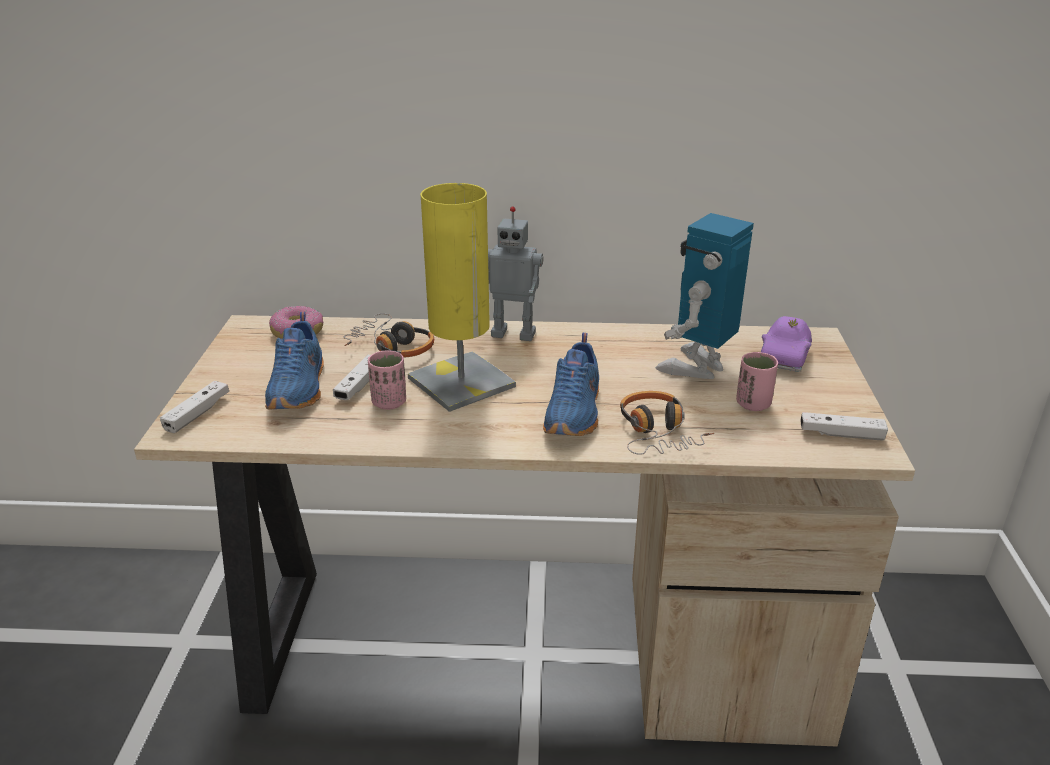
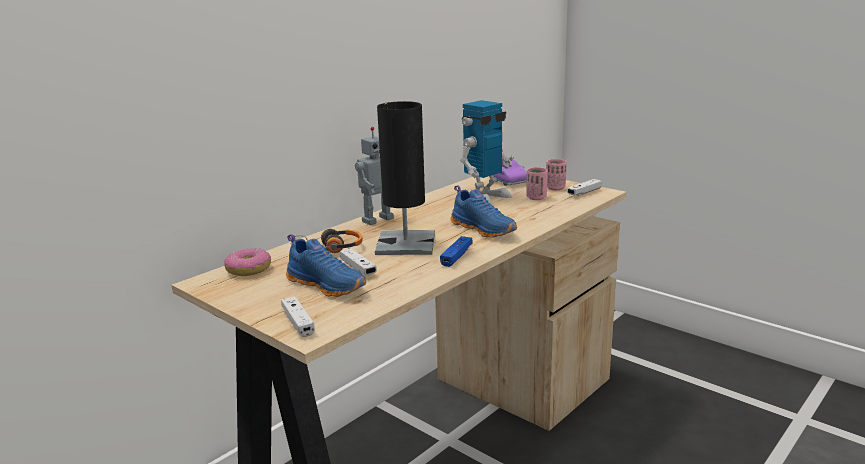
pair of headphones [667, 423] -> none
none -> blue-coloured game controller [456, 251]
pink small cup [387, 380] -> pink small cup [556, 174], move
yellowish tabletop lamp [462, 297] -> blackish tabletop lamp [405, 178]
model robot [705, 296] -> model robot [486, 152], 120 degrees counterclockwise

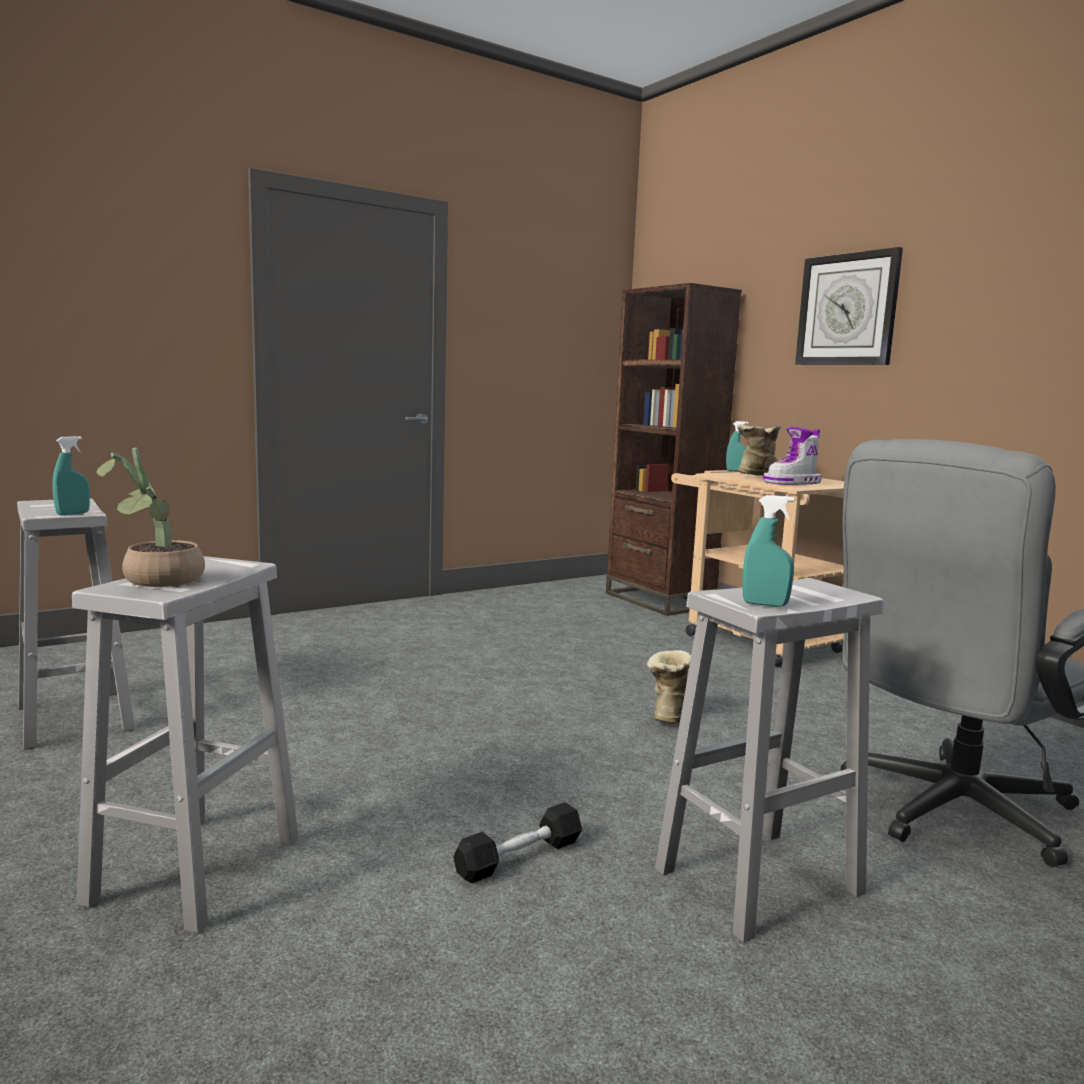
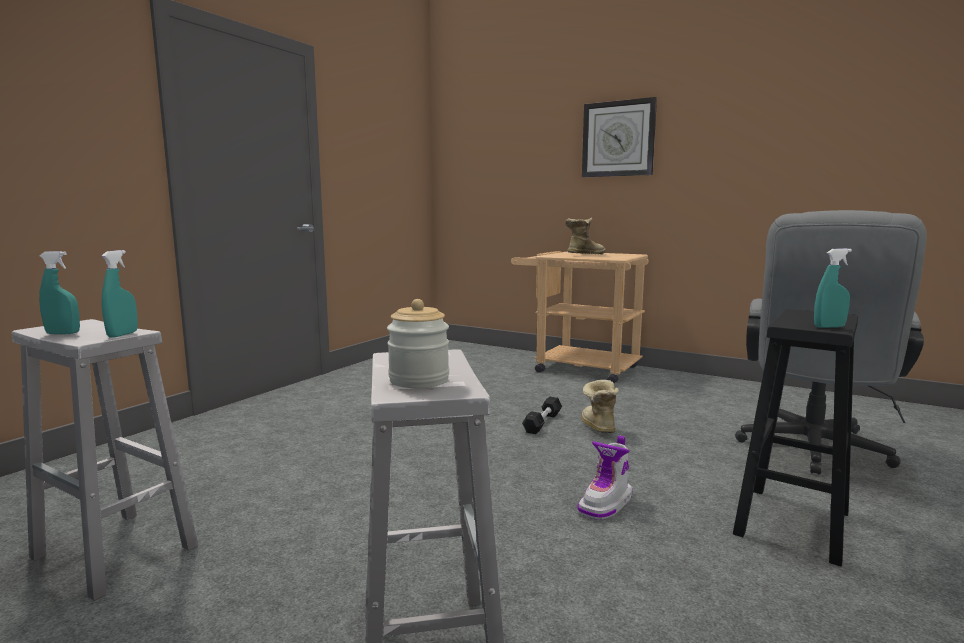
brown-coloured shelving unit [674, 449] -> none
blackish dumbbell [517, 842] -> blackish dumbbell [542, 415], move
turquoise-coloured spray bottle [737, 446] -> turquoise-coloured spray bottle [59, 292], move
high-top boot [792, 456] -> high-top boot [605, 477], move
plant in a pot [150, 517] -> storage jar [418, 343]
white-coloured stool seat [769, 760] -> blackish stool seat [795, 437]

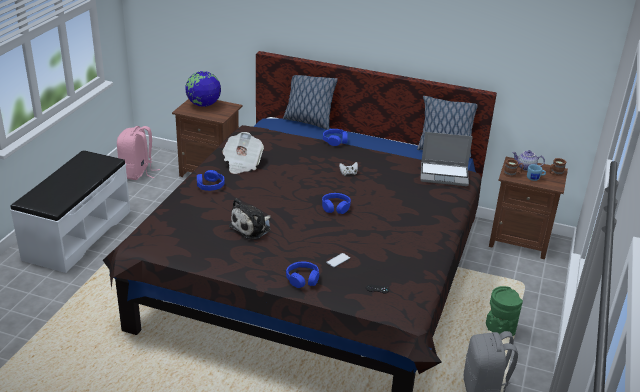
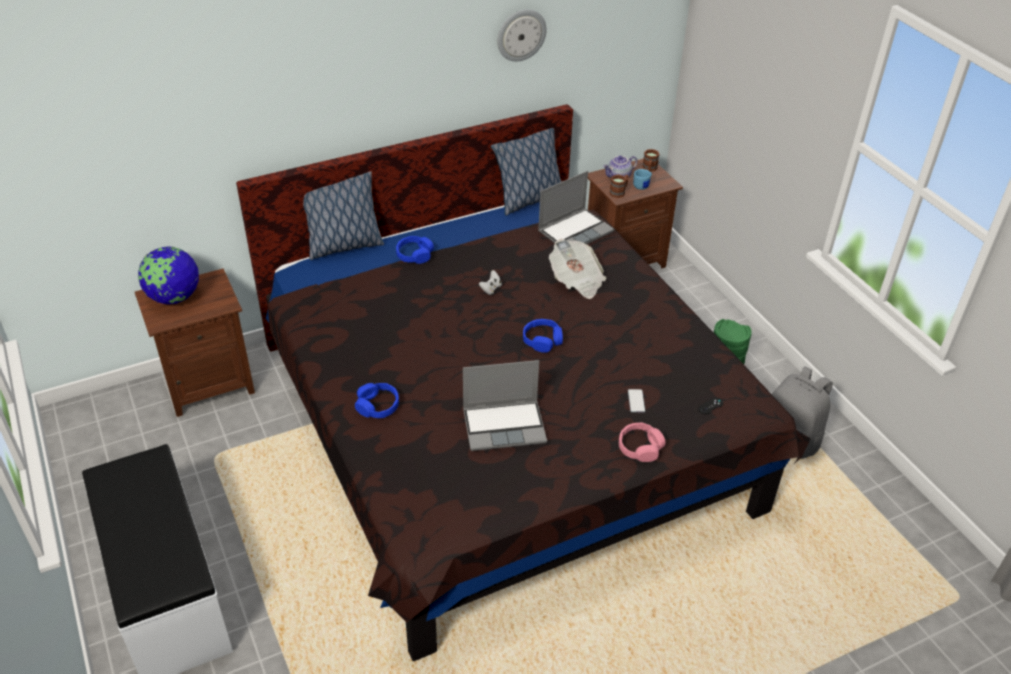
pink rucksack [138, 153] -> none
none -> hanging clock [522, 35]
daily paper [243, 153] -> daily paper [578, 269], move
soft toy [250, 218] -> portable computer [505, 405]
blue-coloured pair of headphones [302, 275] -> pink pair of headphones [642, 442]

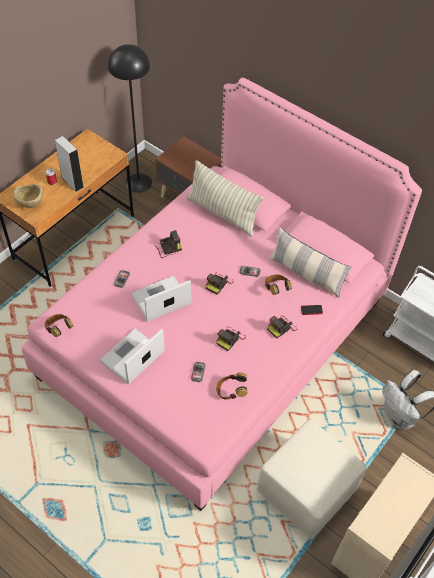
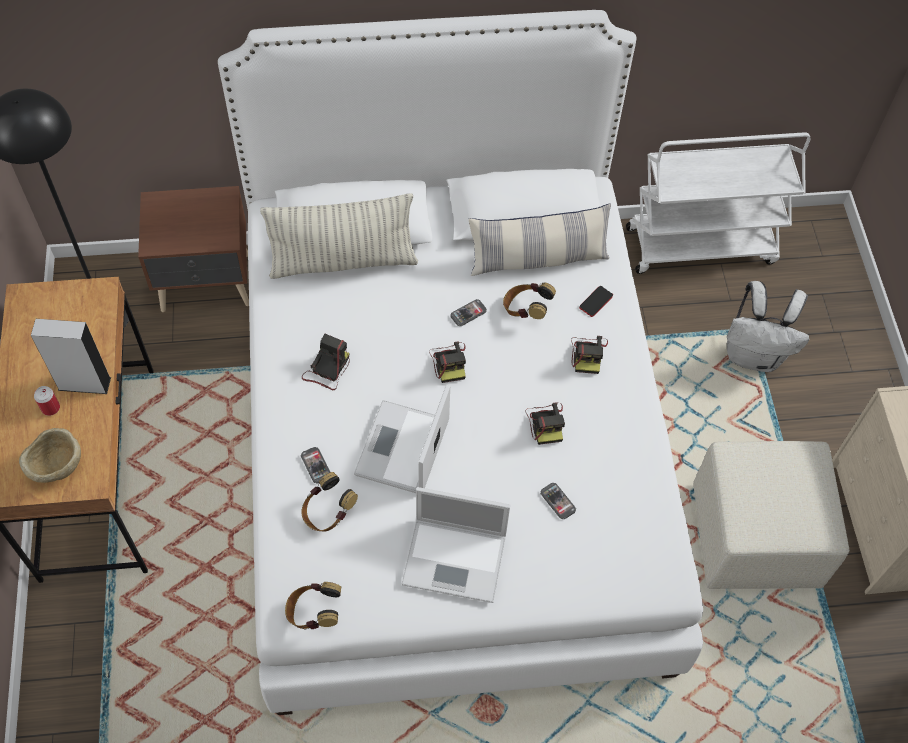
pair of headphones [231, 385] -> pair of headphones [329, 502], move
pink sleeping bed [222, 294] -> white-coloured sleeping bed [460, 362]
portable computer [132, 356] -> portable computer [456, 545], 75 degrees counterclockwise

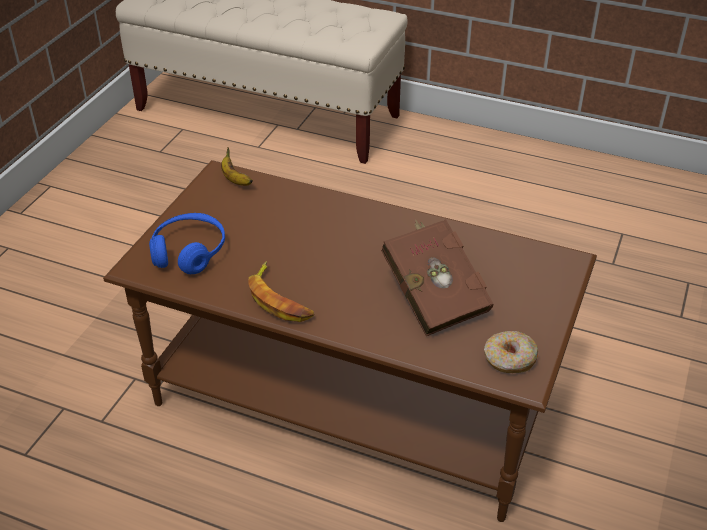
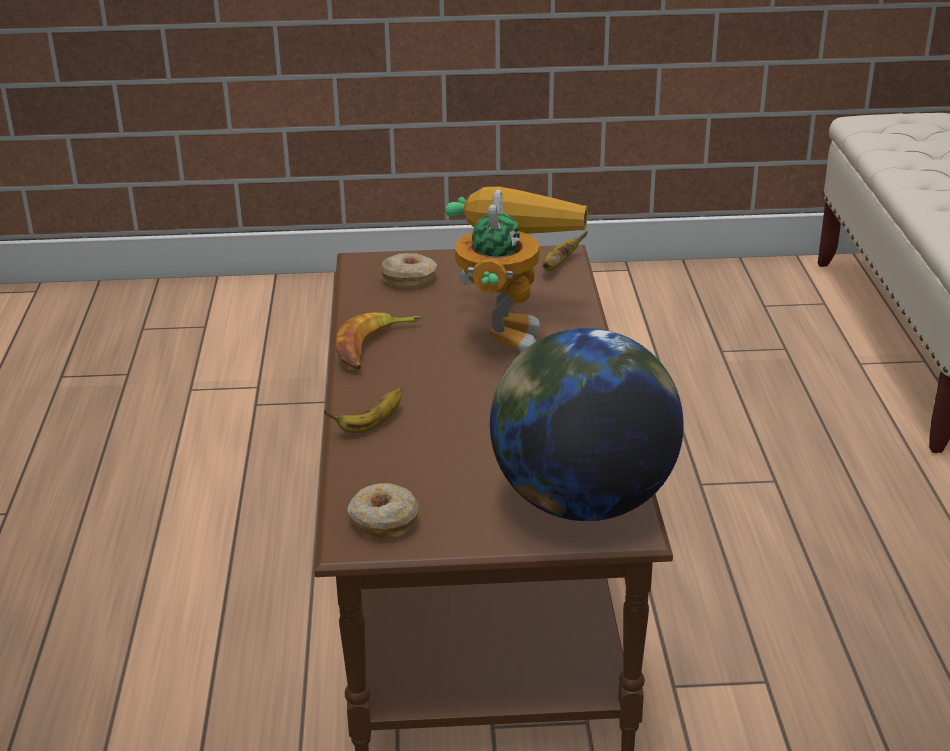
brown-coloured bound book [437, 277] -> none
none -> whole banana [363, 410]
none -> model robot [516, 270]
none -> world globe [587, 424]
blue-coloured pair of headphones [187, 243] -> doughnut [409, 270]

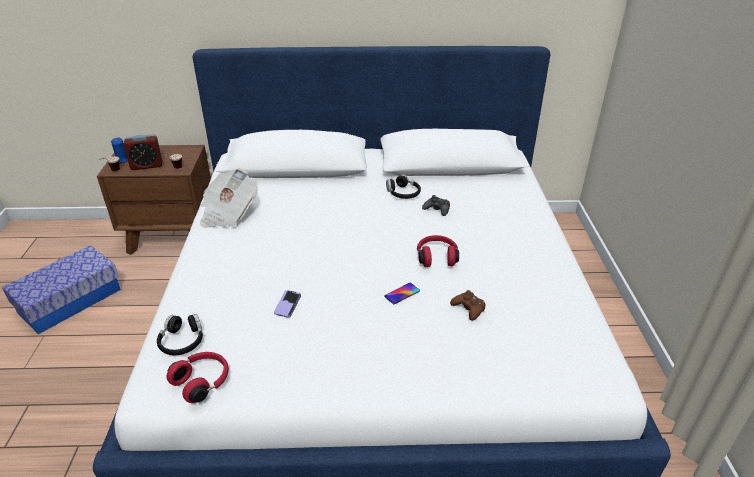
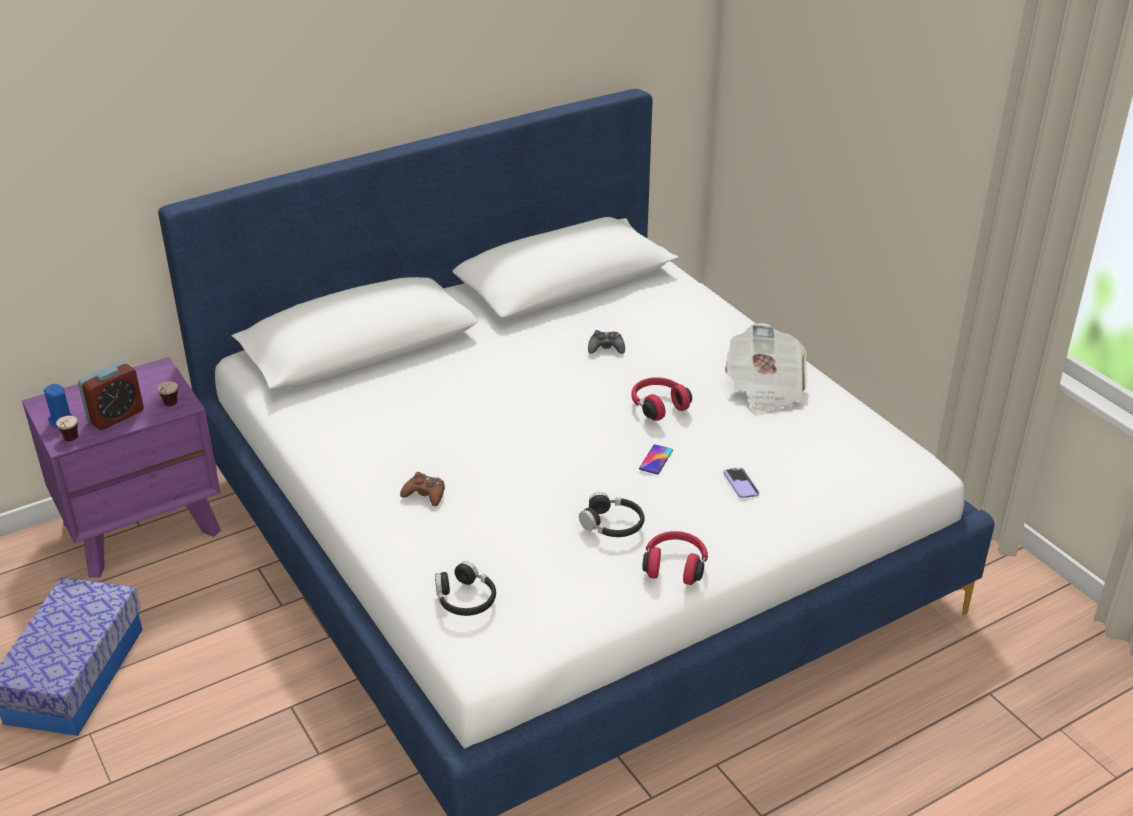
red pair of headphones [198, 377] -> red pair of headphones [675, 558], move
daily paper [229, 198] -> daily paper [766, 369], move
phone [287, 304] -> phone [741, 483], move
blackish pair of headphones [403, 186] -> blackish pair of headphones [611, 514], move
brown-coloured game controller [467, 305] -> brown-coloured game controller [422, 489], move
brown-coloured night table [154, 200] -> purple night table [121, 467]

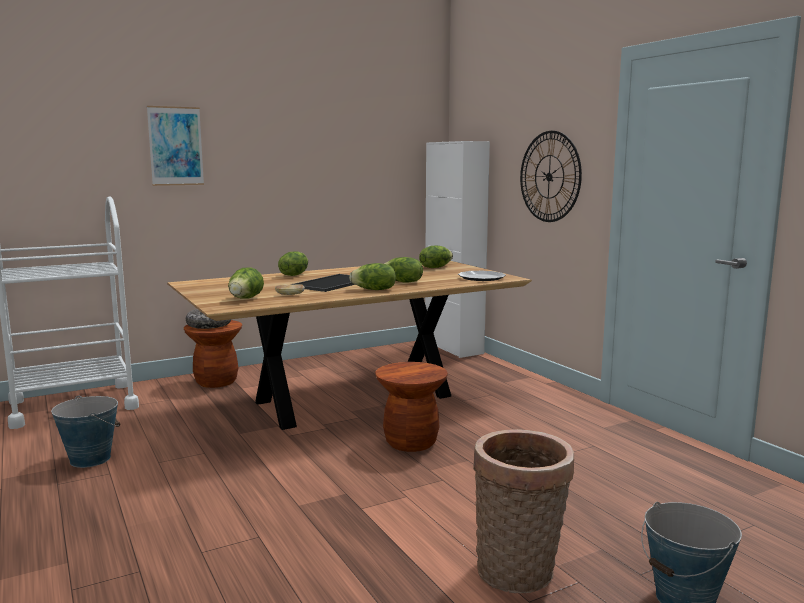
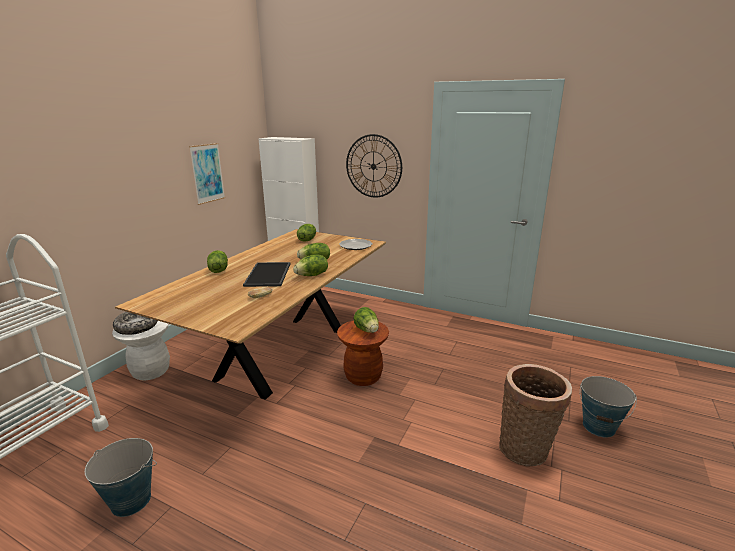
wall art [175, 146] -> wall art [207, 174], move
lettuce head [246, 283] -> lettuce head [366, 320], move
brown-coloured stool seat [213, 354] -> white-coloured stool seat [141, 350]

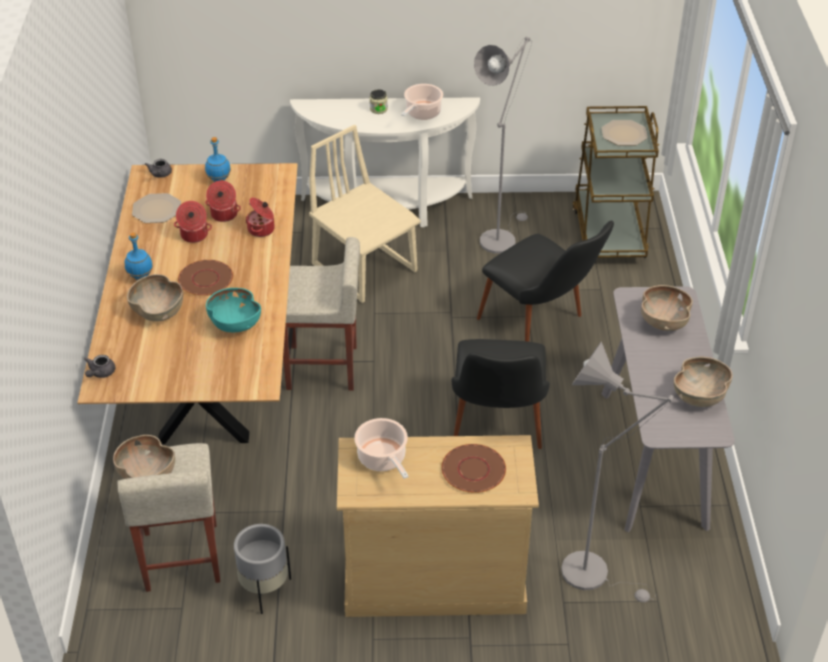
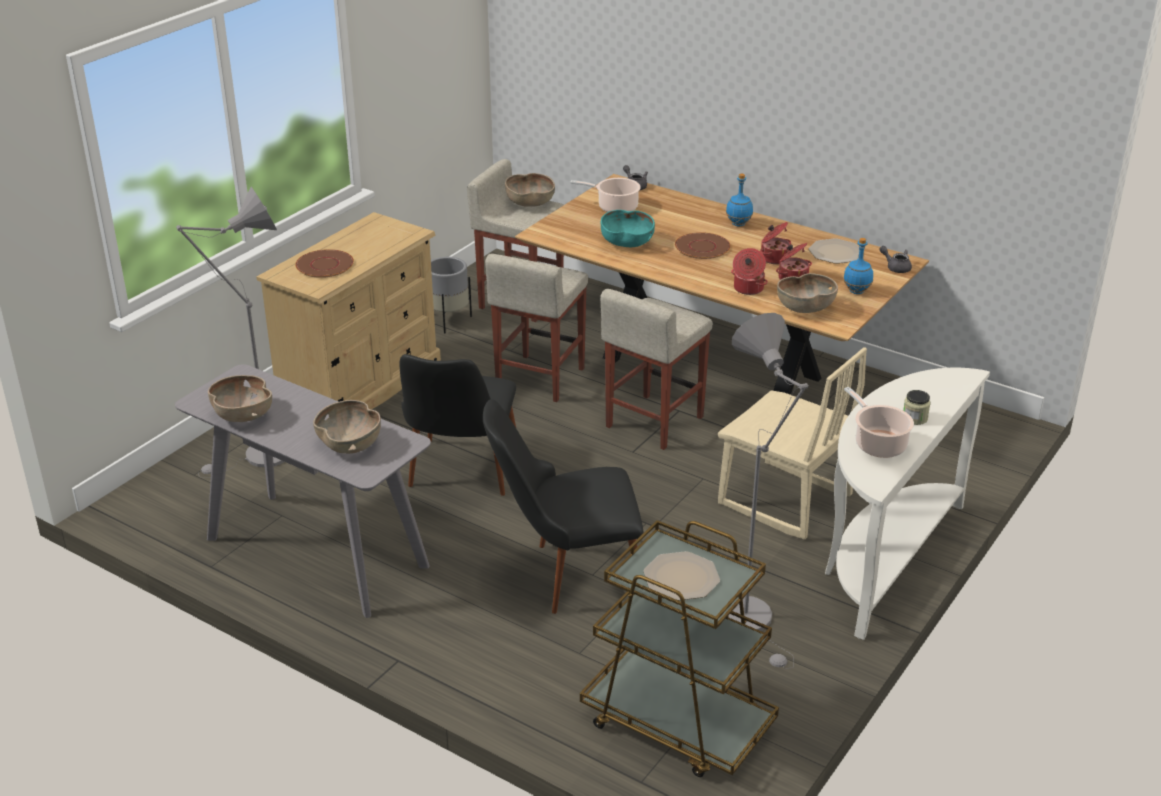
none -> sand-coloured stool seat [536, 328]
brown-coloured serving bowl [155, 298] -> brown-coloured serving bowl [807, 293], move
saucepot [381, 448] -> saucepot [605, 195], move
sand-coloured chair [365, 214] -> sand-coloured chair [792, 443], 45 degrees clockwise
blackish chair [501, 394] -> blackish chair [457, 425], 120 degrees counterclockwise

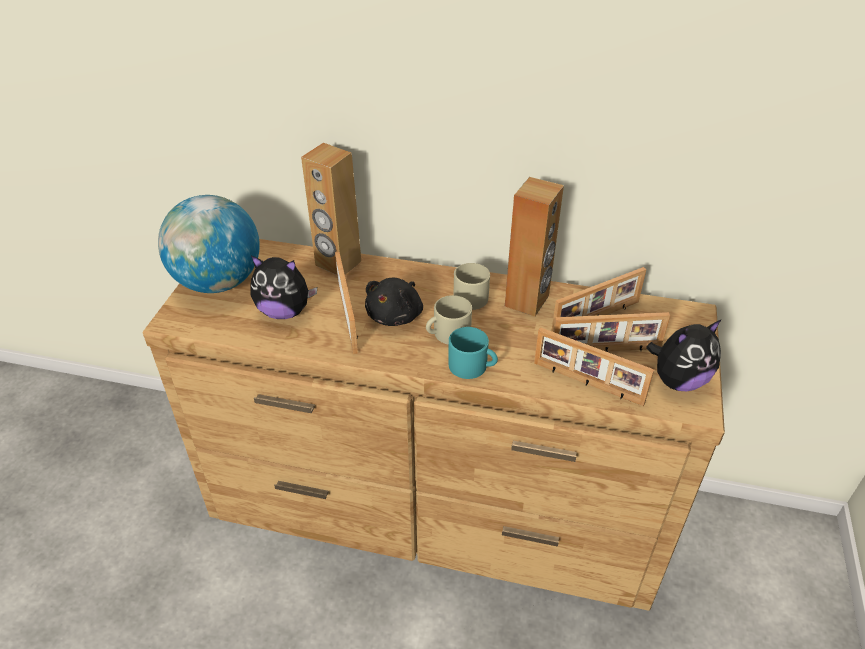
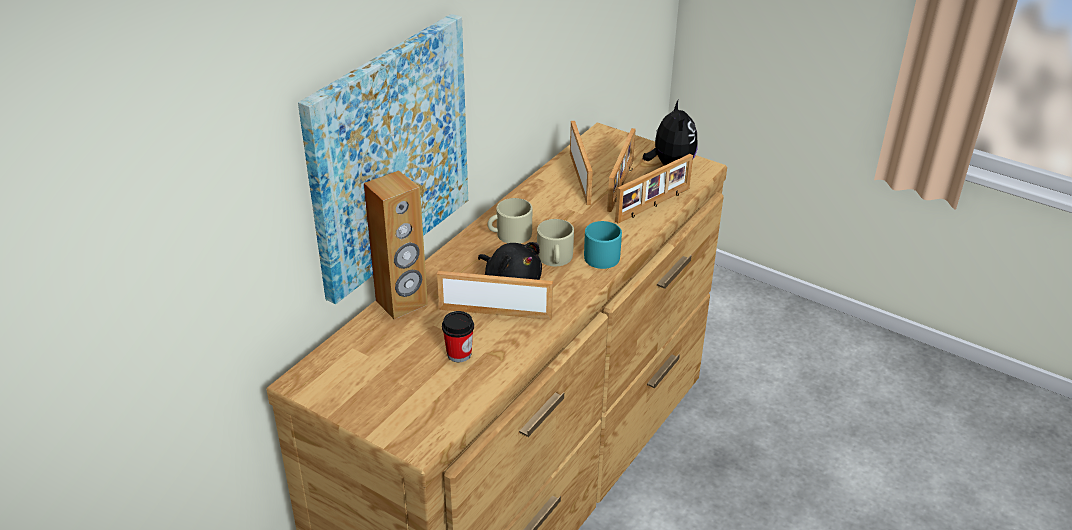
world globe [209, 244] -> none
brown-coloured loudspeaker [534, 247] -> none
none -> wall art [383, 159]
soft toy [283, 287] -> small cup [458, 336]

